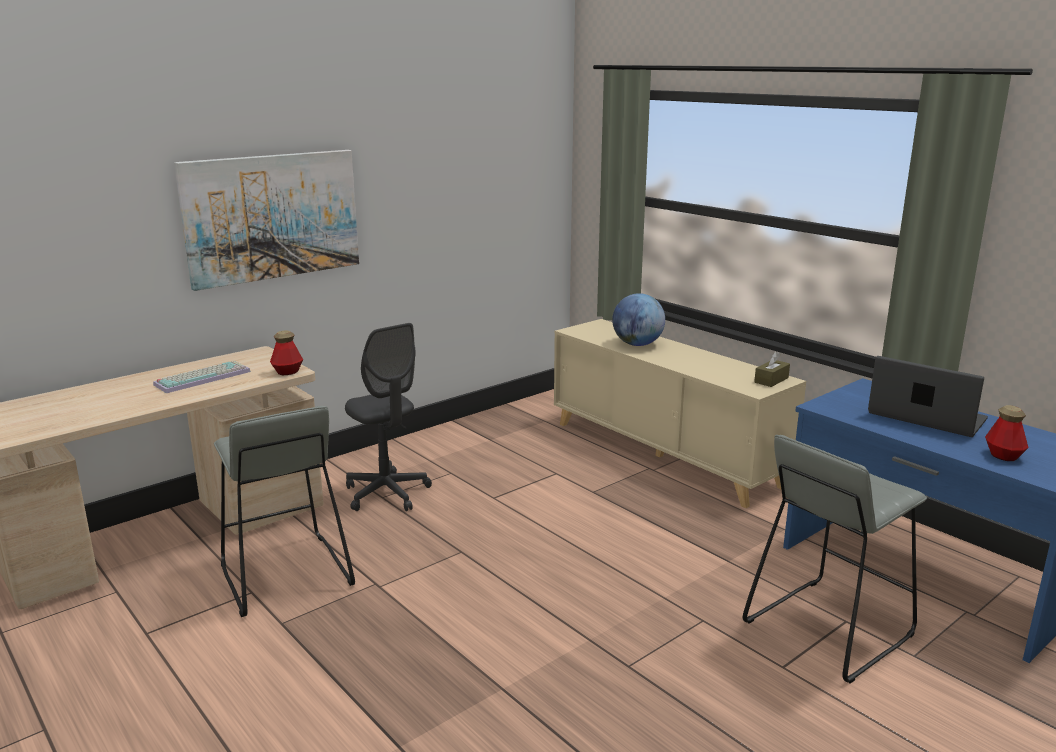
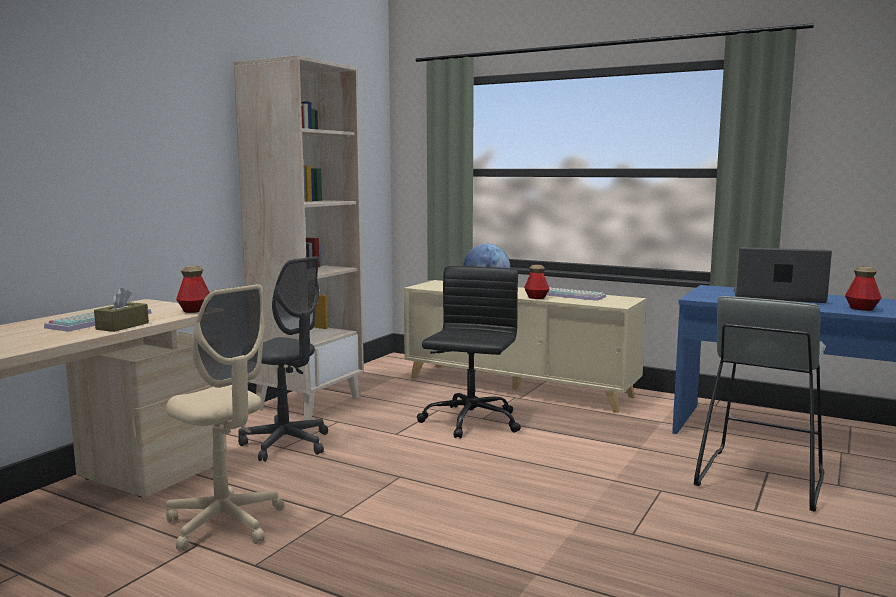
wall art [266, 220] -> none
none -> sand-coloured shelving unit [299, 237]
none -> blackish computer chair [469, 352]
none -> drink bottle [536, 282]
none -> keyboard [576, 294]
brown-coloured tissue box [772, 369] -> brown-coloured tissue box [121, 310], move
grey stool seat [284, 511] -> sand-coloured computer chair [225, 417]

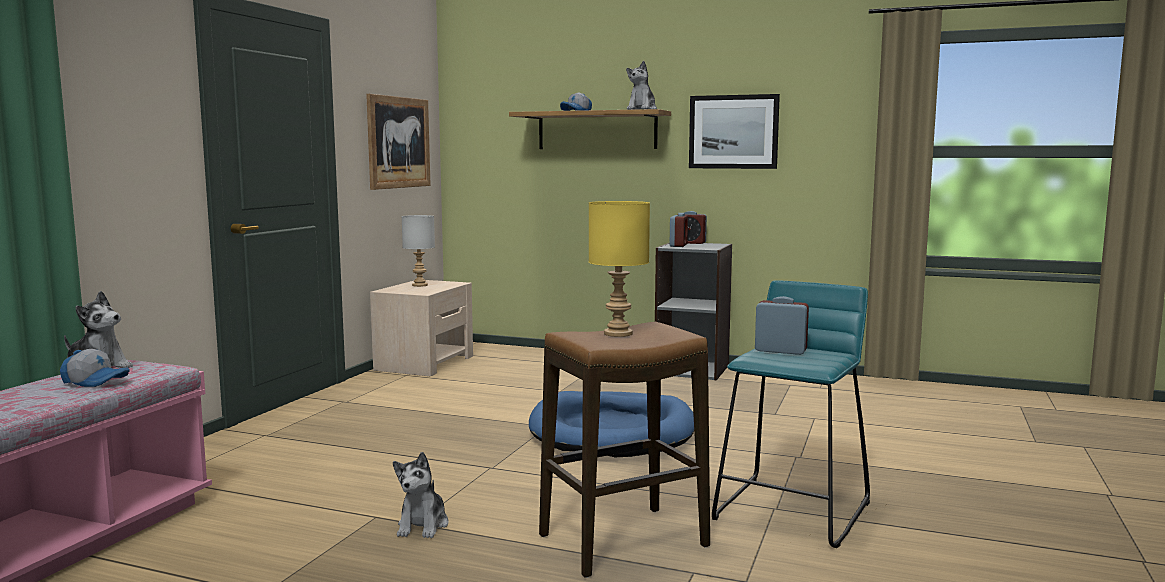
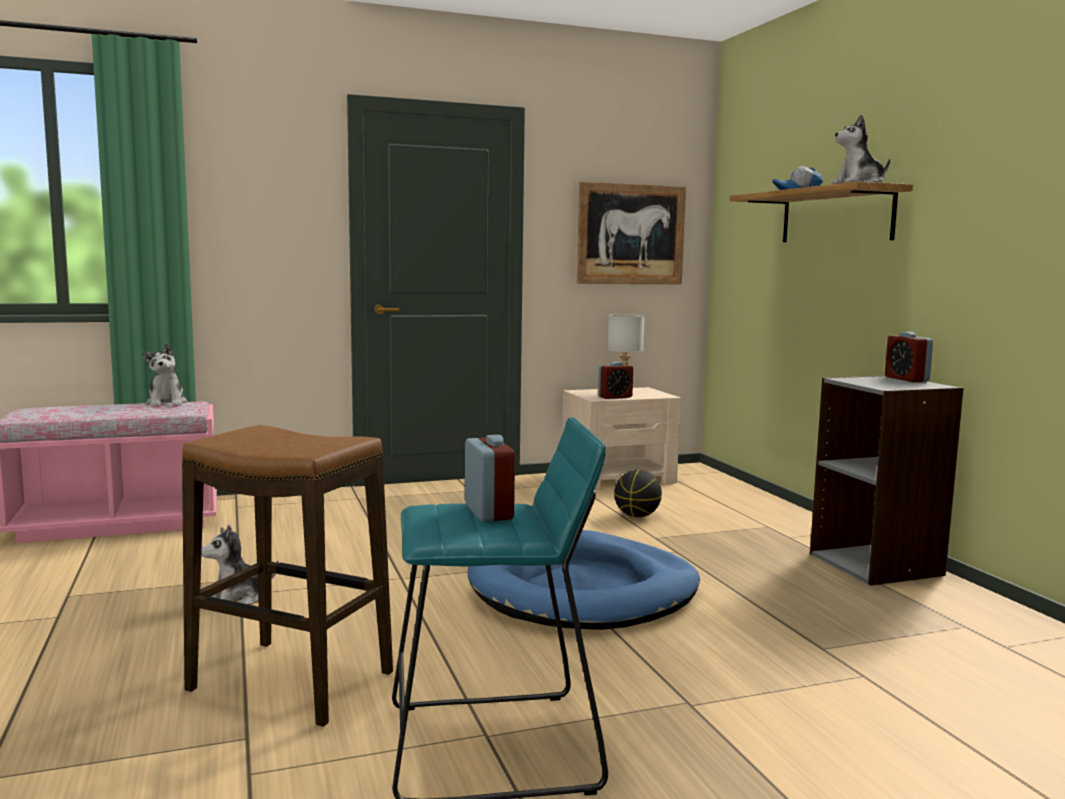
peaked cap [95, 368] -> none
yellowish tabletop lamp [619, 269] -> none
wall art [734, 131] -> none
none -> ball for basketball [638, 493]
bedside clock [679, 230] -> bedside clock [615, 380], move

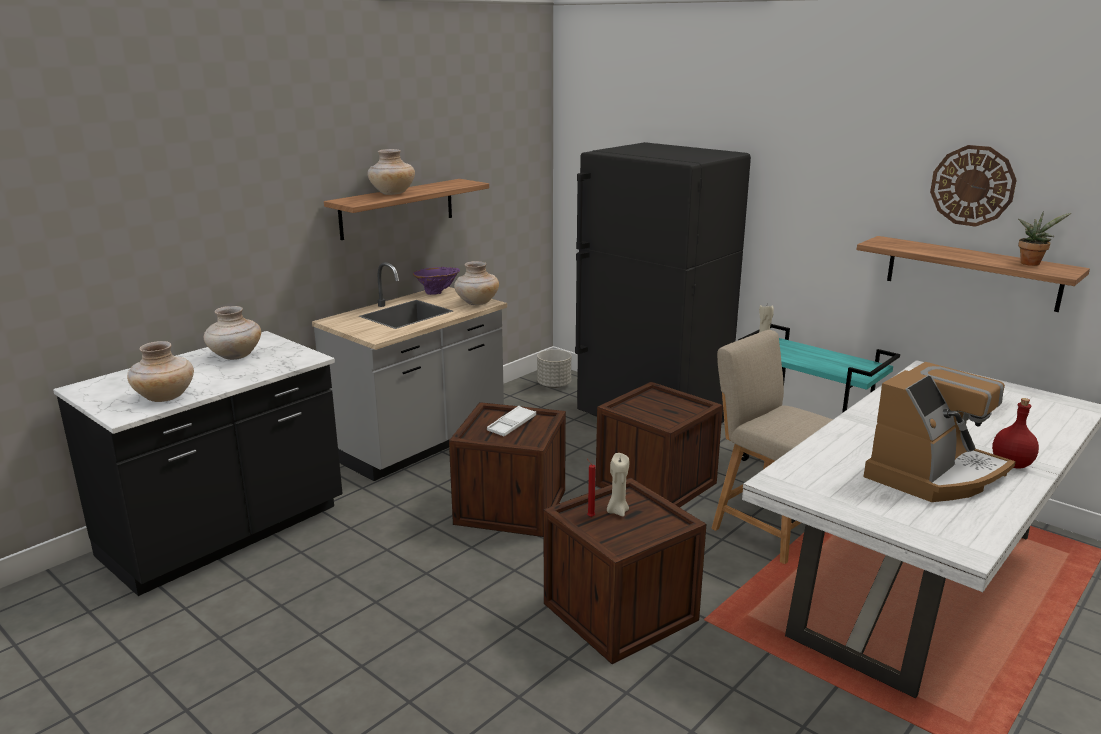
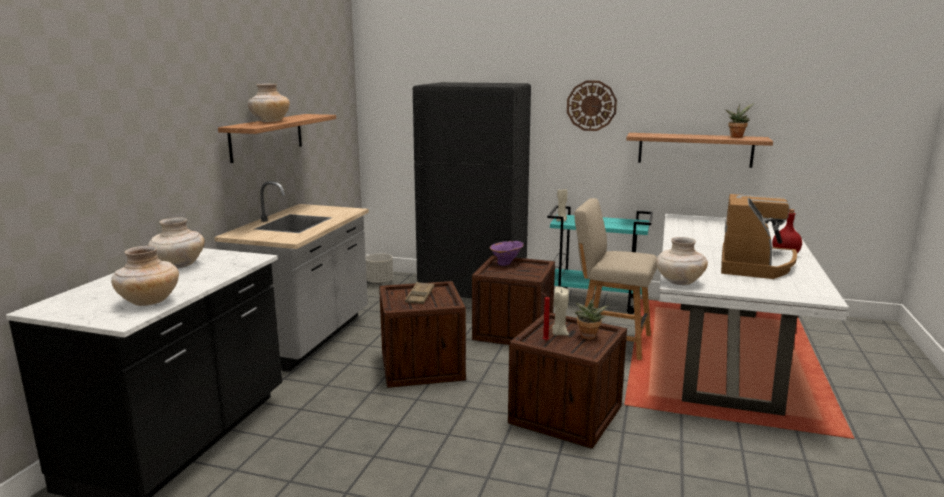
none -> plant in a pot [592, 319]
purple flower vase [436, 281] -> purple flower vase [507, 253], move
sand-coloured flower vase [476, 283] -> sand-coloured flower vase [682, 261], move
hanging clock [973, 186] -> hanging clock [592, 106], move
white-coloured tray [511, 421] -> brown-coloured tray [420, 293]

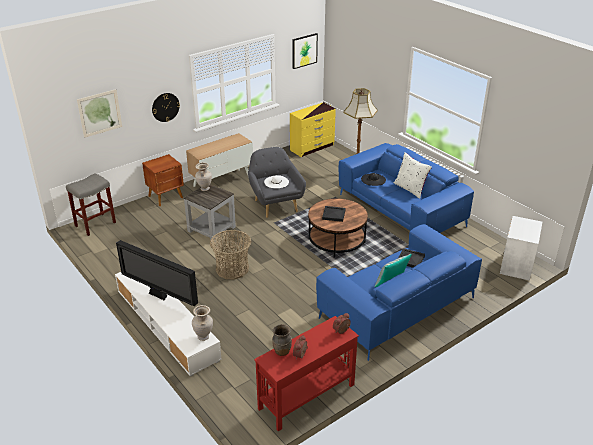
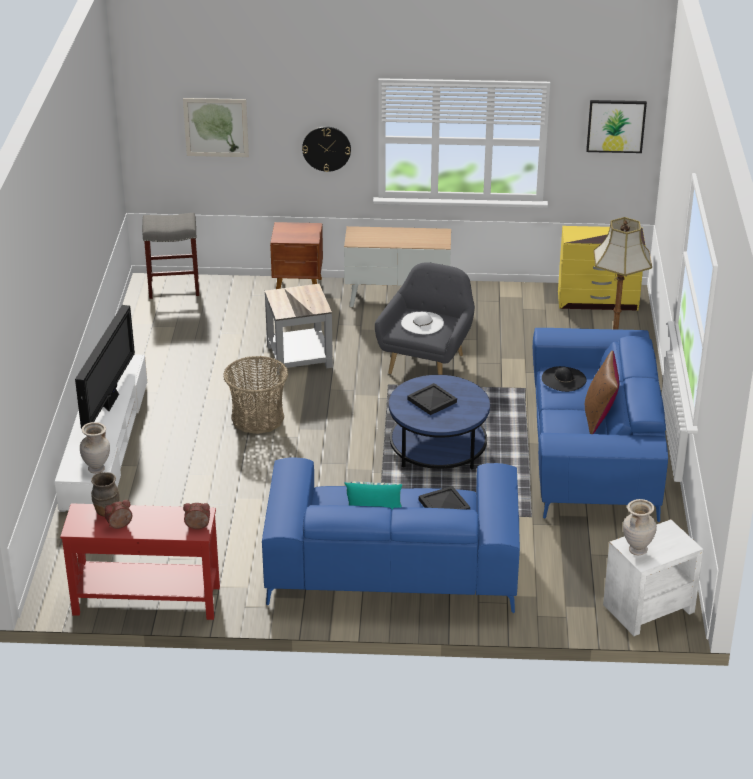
sand-coloured flower vase [203, 176] -> sand-coloured flower vase [640, 527], move
brown-coloured coffee table [338, 228] -> blue-coloured coffee table [439, 422]
white-coloured cushion [413, 176] -> brown-coloured cushion [602, 392]
TV set [157, 273] -> TV set [105, 367], 150 degrees counterclockwise

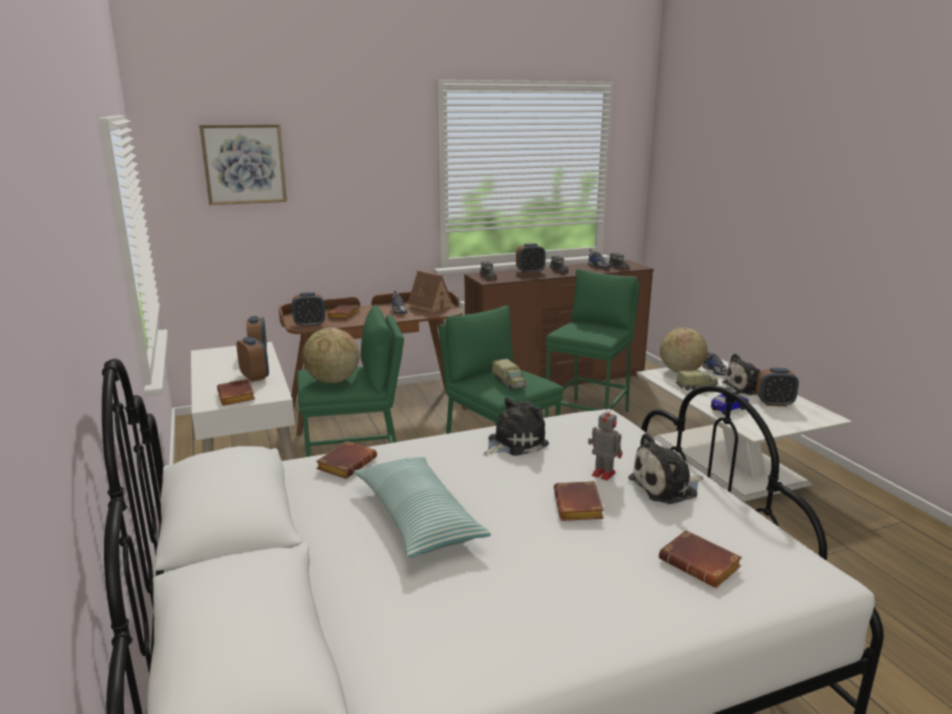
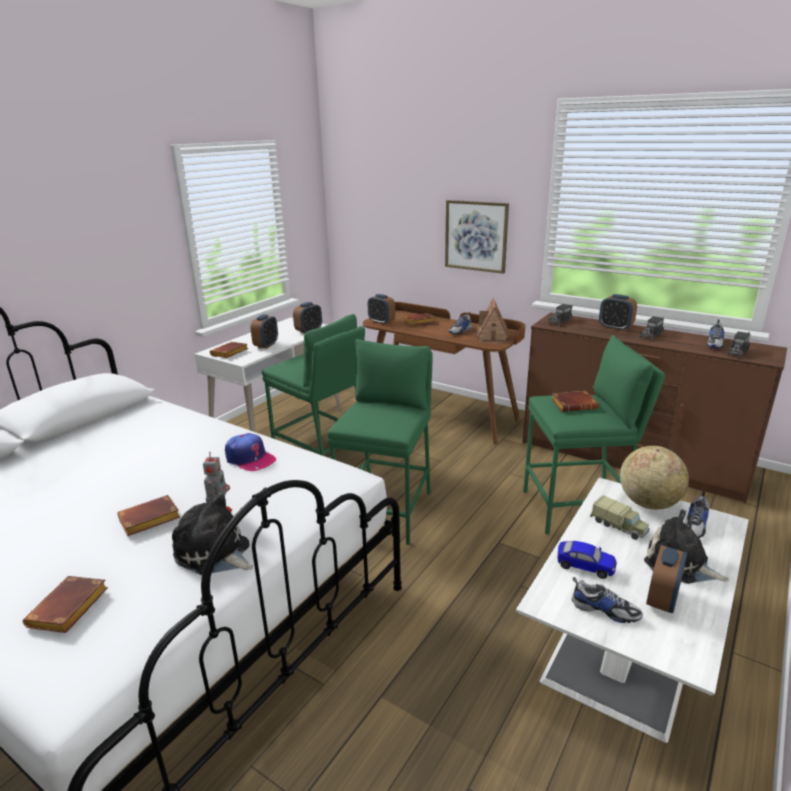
world globe [330, 355] -> none
cushion [422, 507] -> none
toy truck [509, 374] -> none
none -> item of footwear [607, 600]
wall art [243, 164] -> wall art [477, 237], move
brown-coloured bound book [346, 460] -> brown-coloured bound book [575, 401], move
soft toy [516, 427] -> peaked cap [251, 452]
bedside clock [777, 387] -> bedside clock [666, 579], 120 degrees counterclockwise

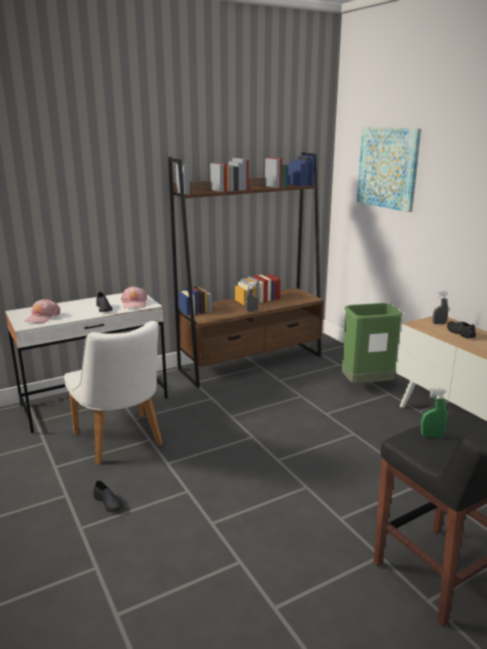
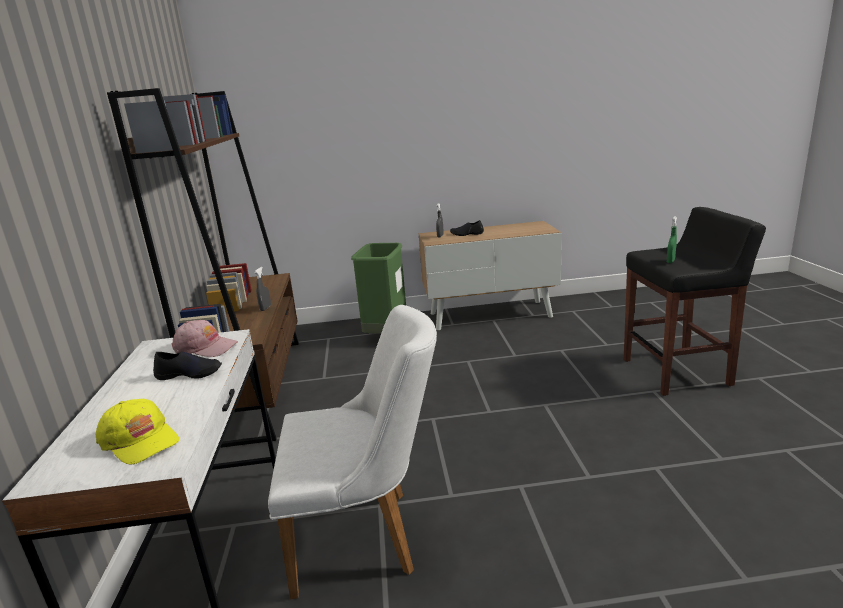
blackish item of footwear [108, 496] -> none
wall art [389, 169] -> none
pink peaked cap [42, 311] -> yellowish peaked cap [137, 432]

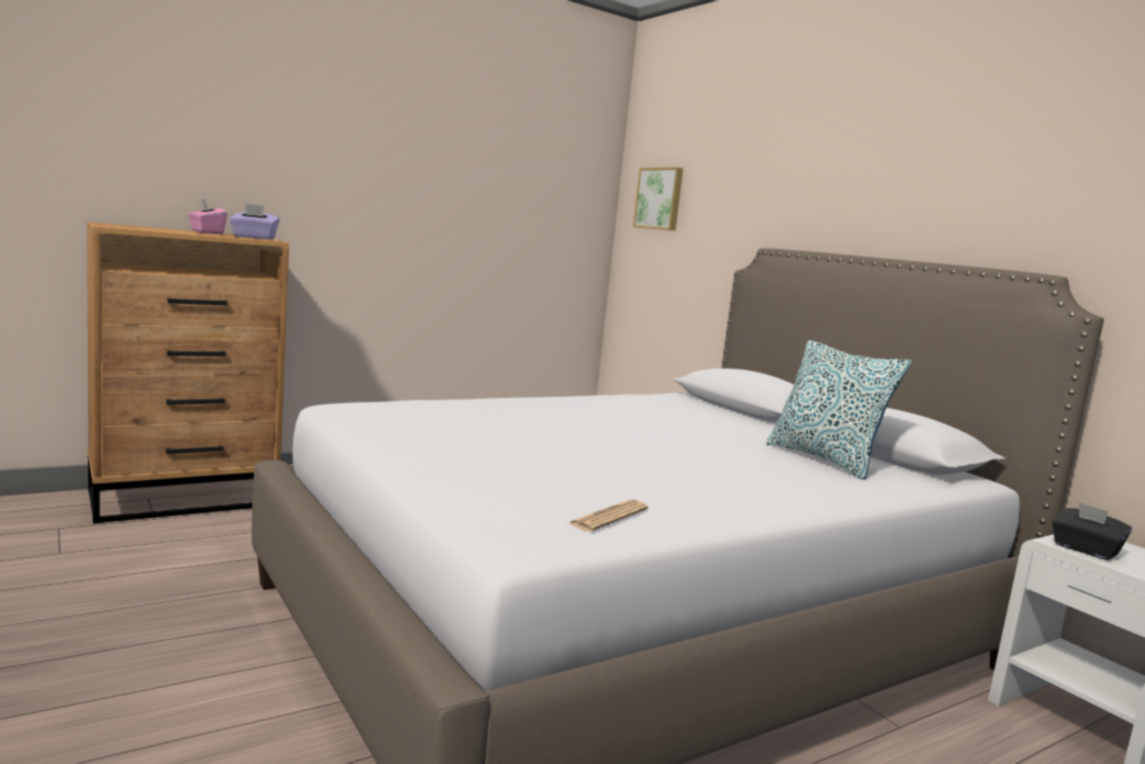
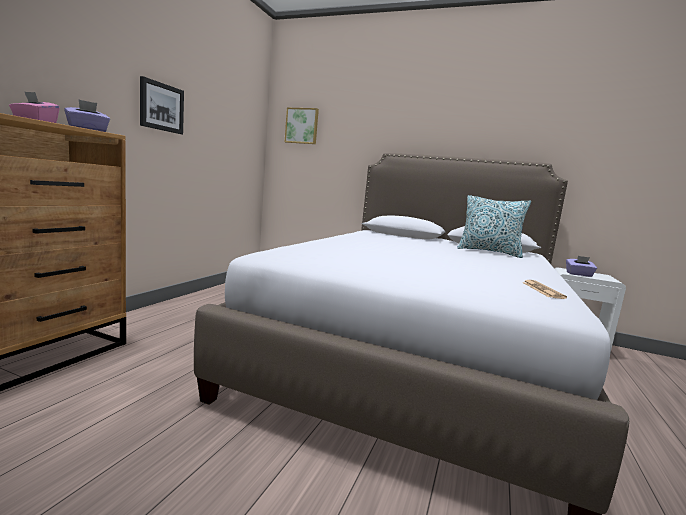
none -> wall art [162, 105]
blackish tissue box [1092, 531] -> purple tissue box [581, 266]

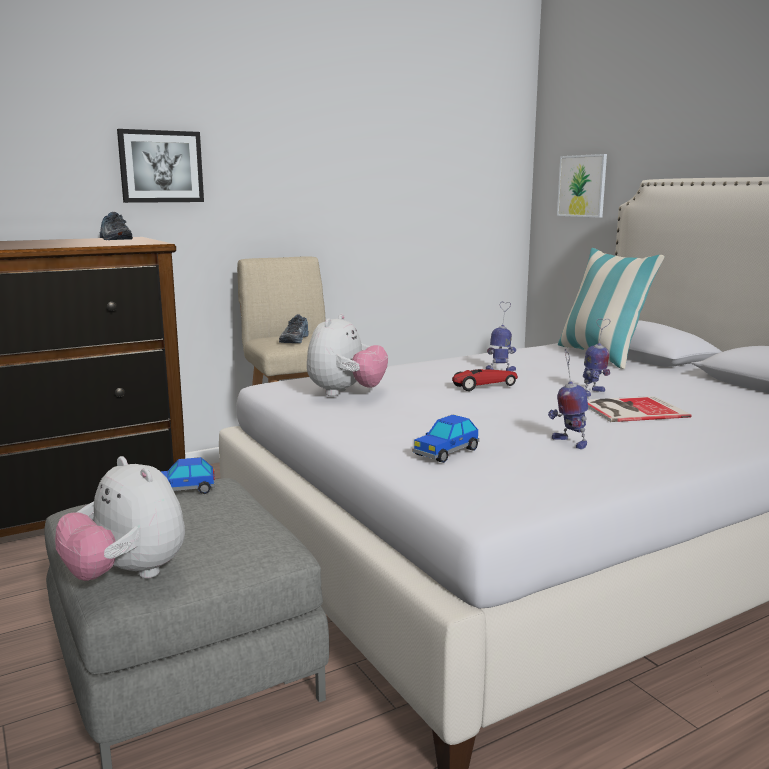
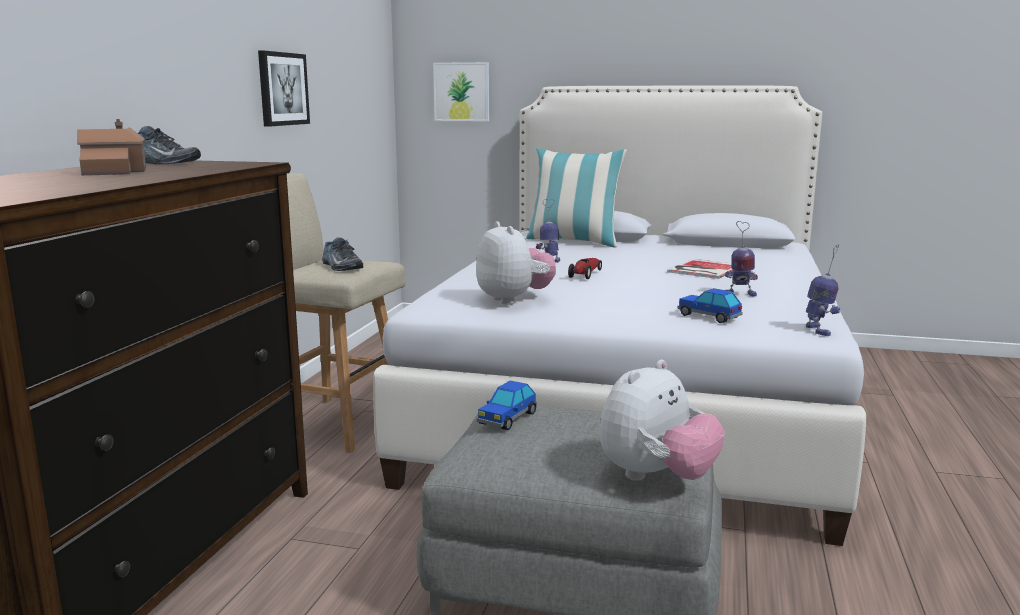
none -> miniature house [111, 147]
wall art [160, 166] -> wall art [284, 89], move
model robot [597, 358] -> model robot [823, 290], move
soft toy [120, 518] -> soft toy [662, 420], 45 degrees counterclockwise
miniature car [445, 439] -> miniature car [710, 305], 135 degrees clockwise

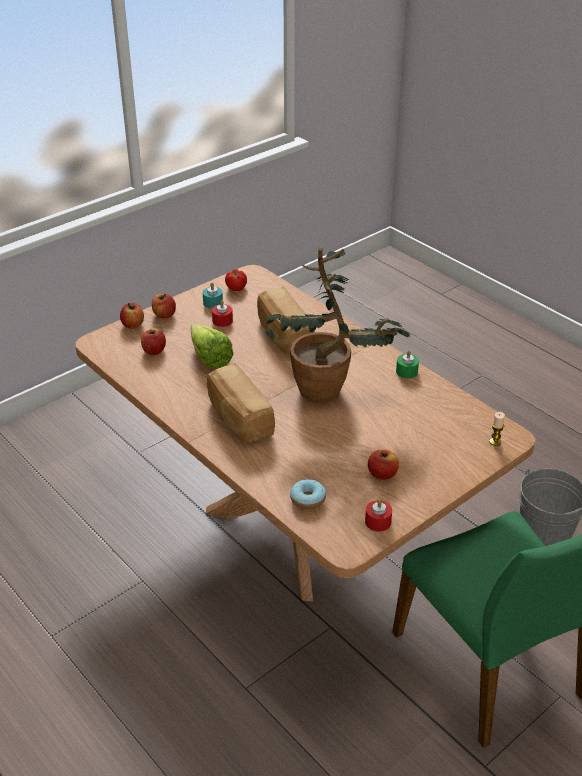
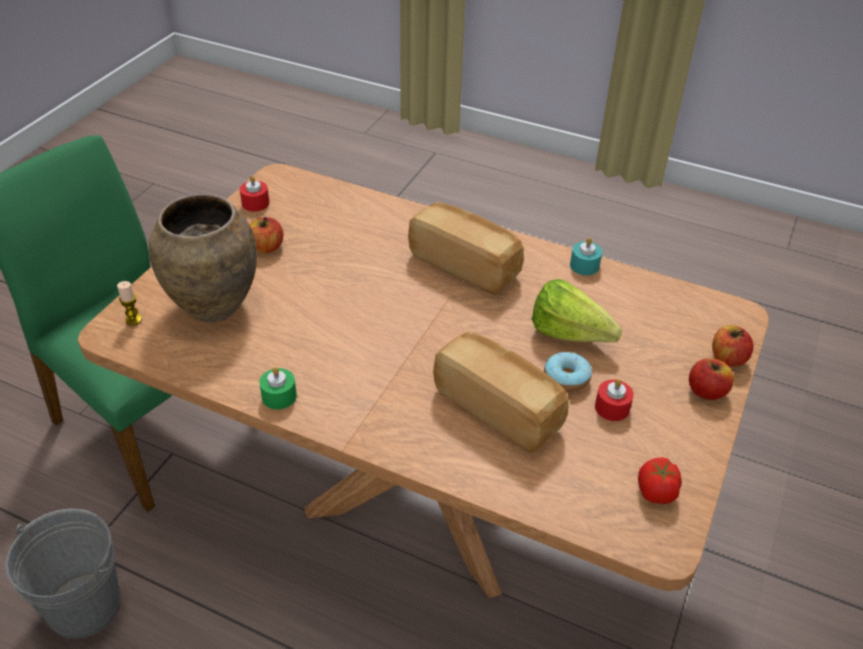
apple fruit [153, 341] -> none
plant in a pot [337, 325] -> none
none -> brown-coloured flower vase [203, 258]
turquoise-coloured wax candle [213, 296] -> turquoise-coloured wax candle [586, 256], move
doughnut [308, 494] -> doughnut [568, 372], move

